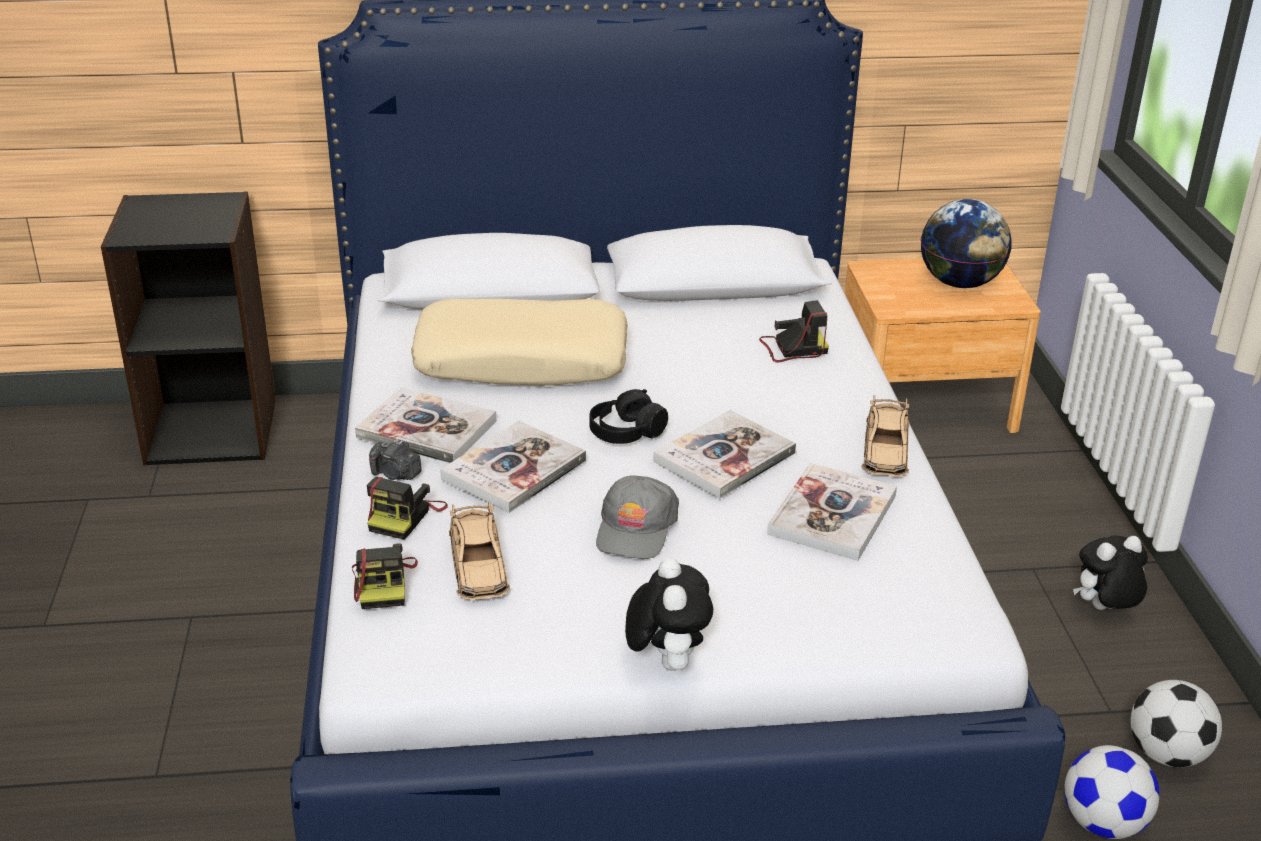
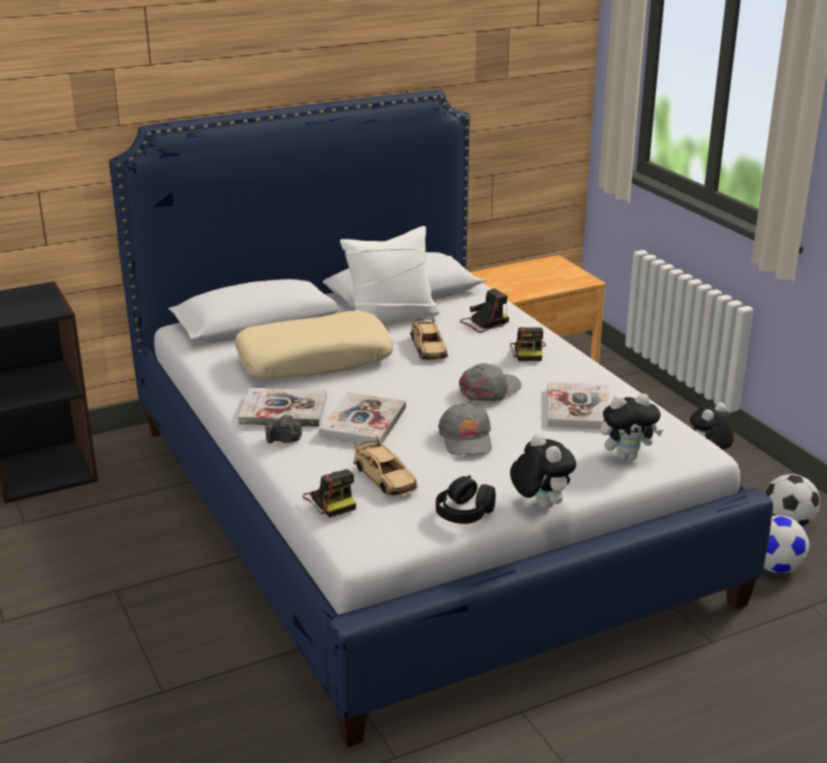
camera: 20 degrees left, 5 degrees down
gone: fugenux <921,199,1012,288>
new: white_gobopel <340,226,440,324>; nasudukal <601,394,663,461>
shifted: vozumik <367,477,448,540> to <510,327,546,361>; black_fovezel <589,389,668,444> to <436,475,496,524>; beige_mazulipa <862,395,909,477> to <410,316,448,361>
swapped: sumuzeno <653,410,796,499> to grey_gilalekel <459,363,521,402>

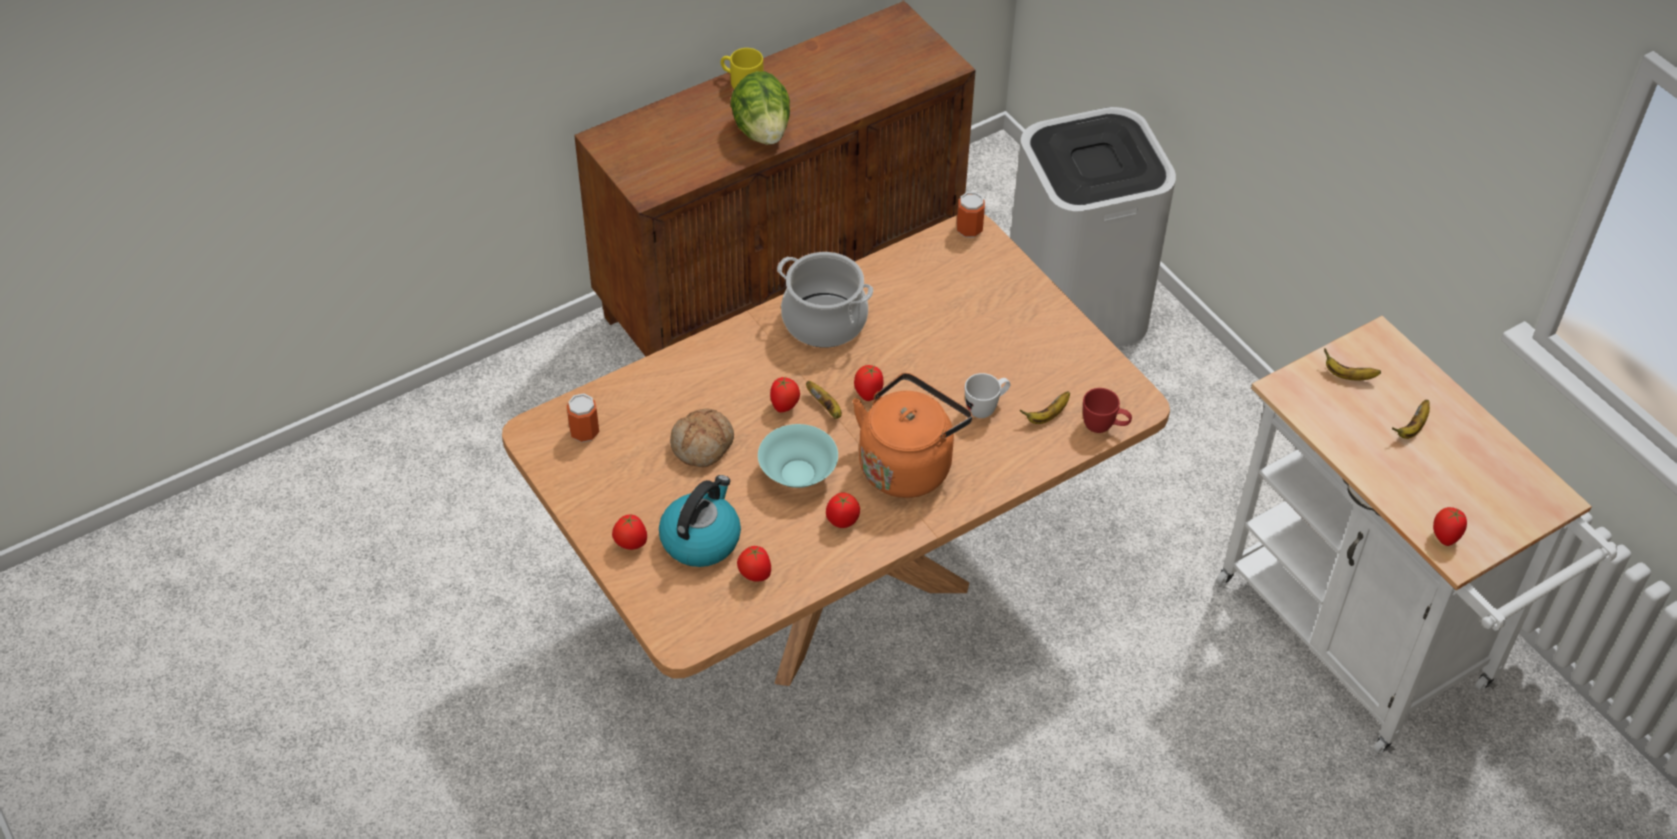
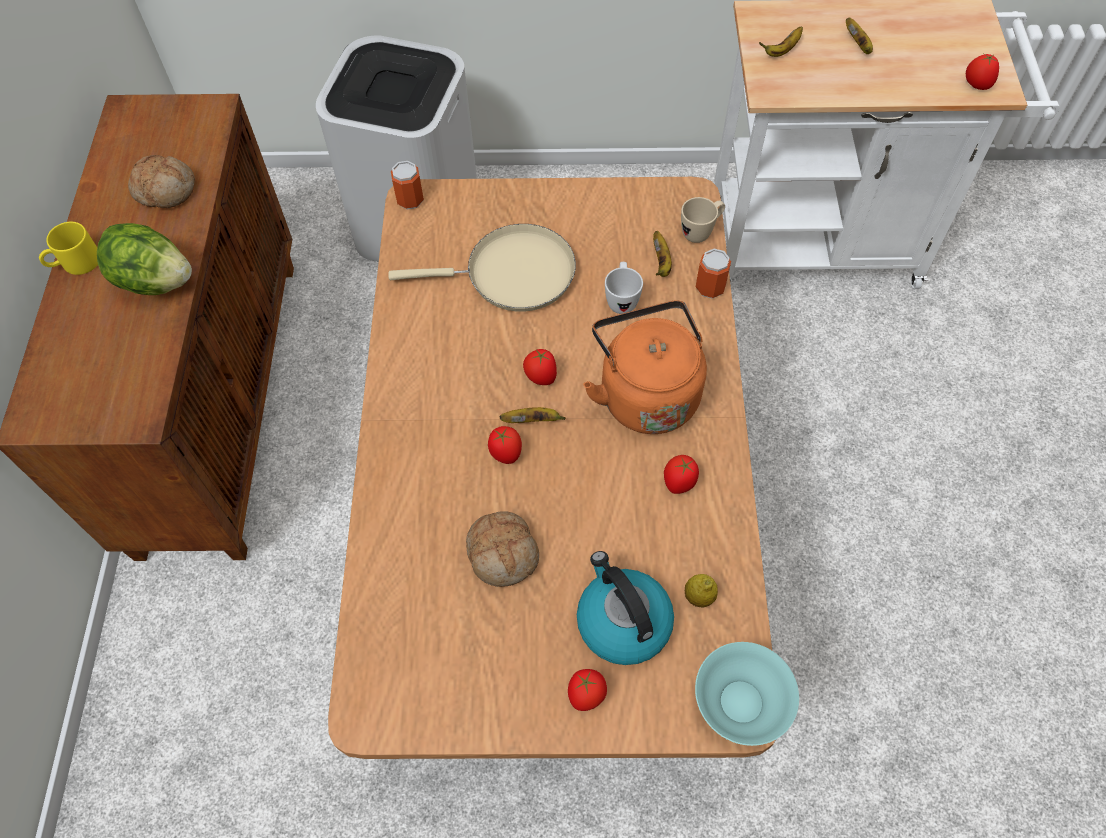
camera: 55 degrees left, 10 degrees up
gone: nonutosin <777,252,873,348>
new: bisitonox <128,155,195,208>; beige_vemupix <388,224,576,312>
shifted: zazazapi <566,393,599,442> to <696,249,731,298>; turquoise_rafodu <758,424,838,488> to <695,642,799,746>
swapped: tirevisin <737,546,771,582> to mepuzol <685,574,718,608>
repainted: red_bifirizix <1083,388,1132,433> to beige_bifirizix <681,197,725,243>

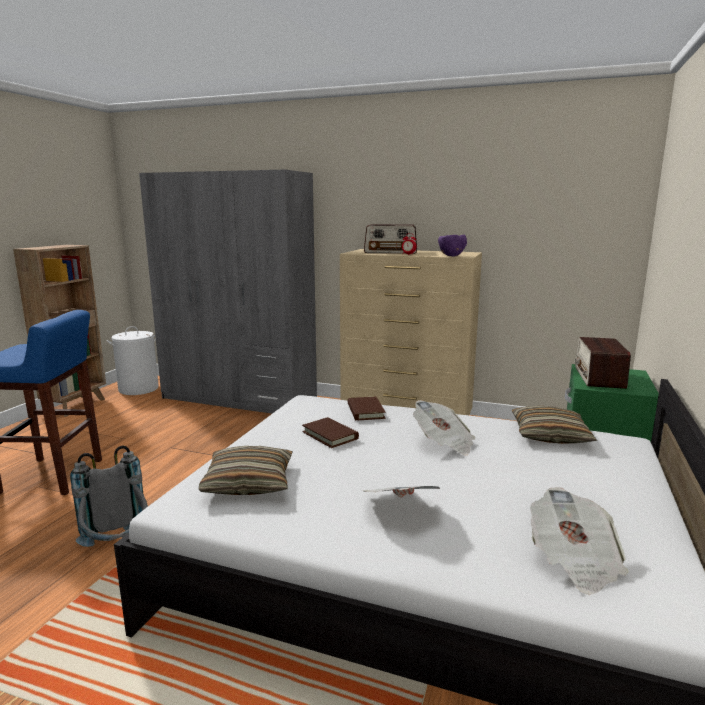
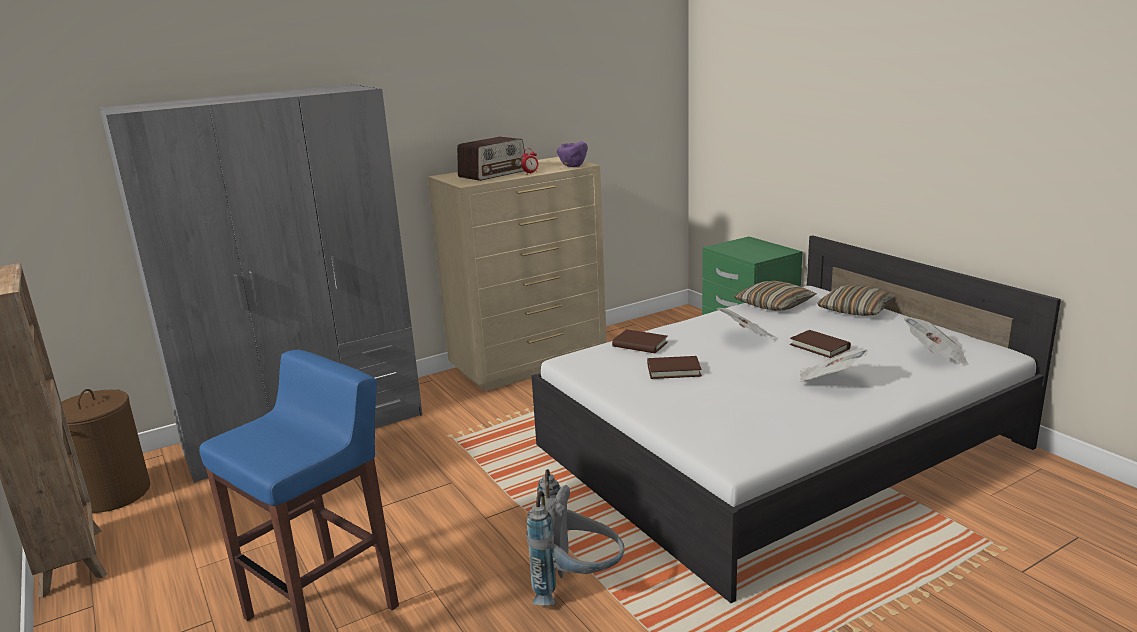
camera: 50 degrees left, 5 degrees up
gone: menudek <575,337,631,389>
new: brown_sumuzeno <790,330,851,358>
shifted: gobopel <198,446,293,495> to <817,285,896,316>
repainted: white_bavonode <107,326,159,395> to brown_bavonode <61,389,151,513>

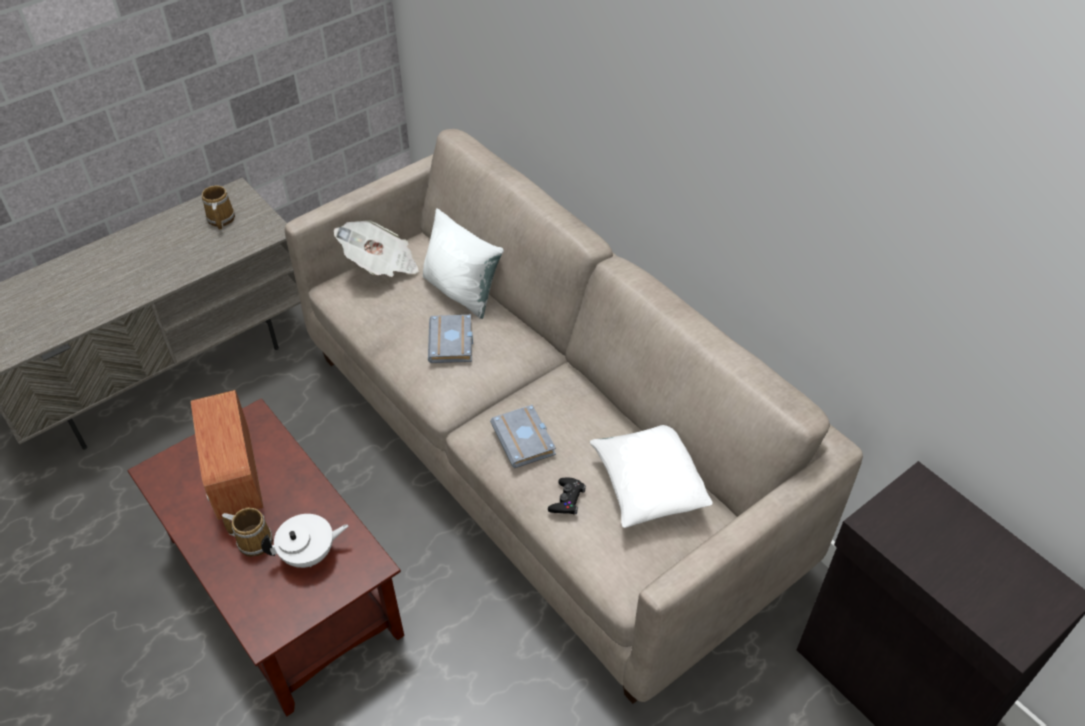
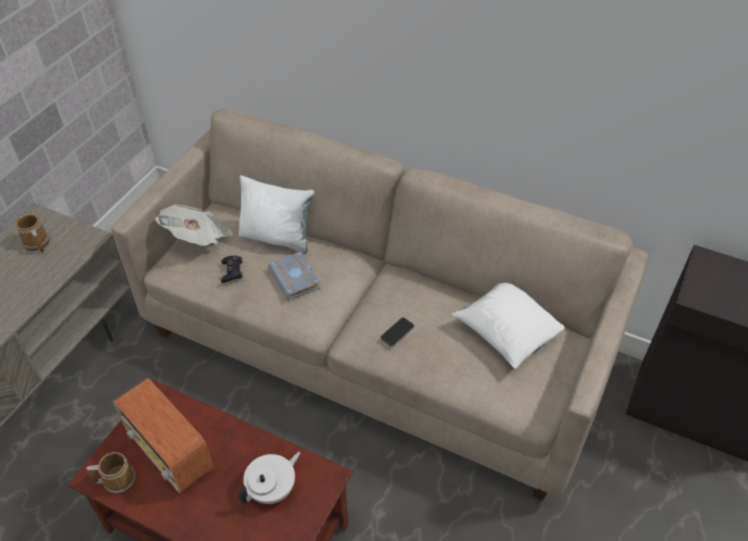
camera: 25 degrees left, 0 degrees up
shifted: bifirizix <222,508,273,557> to <86,452,136,495>; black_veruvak <548,478,586,514> to <221,256,243,283>
swapped: grey_sumuzeno <490,405,556,468> to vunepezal <380,317,414,347>

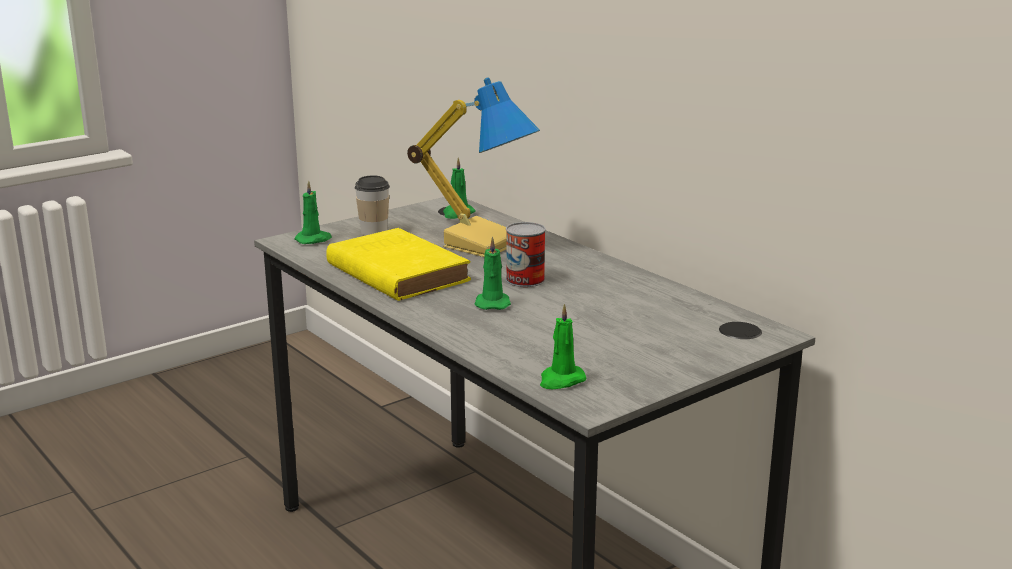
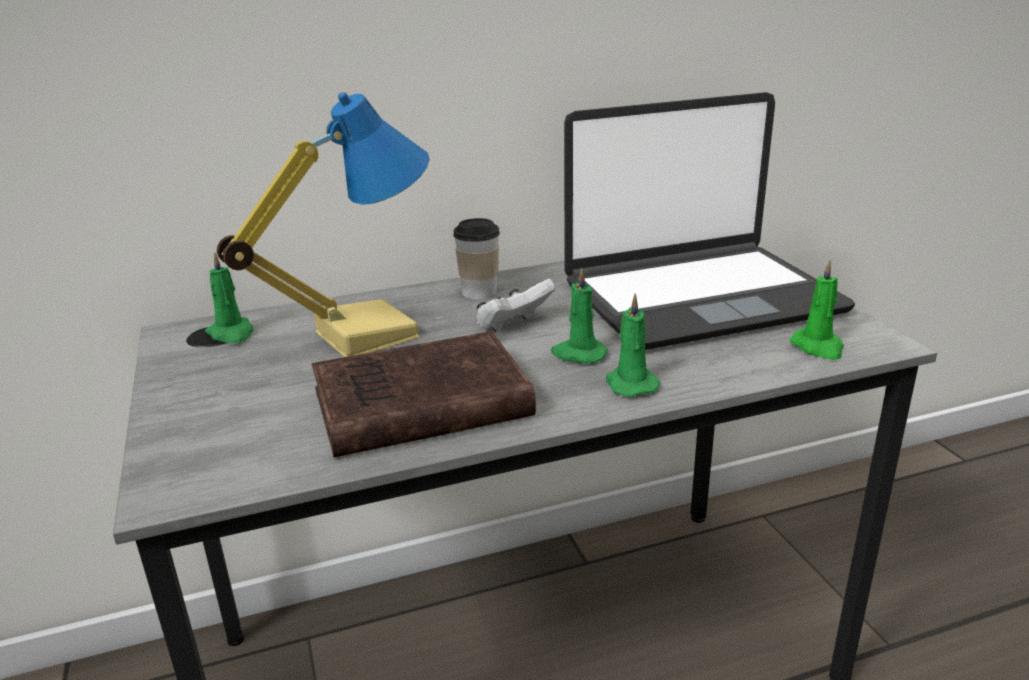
camera: 70 degrees left, 5 degrees up
new: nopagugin <564,92,855,350>
shifted: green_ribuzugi <295,181,332,244> to <606,293,660,397>; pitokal <355,175,390,236> to <453,218,500,299>
swapped: zazazapi <506,222,546,287> to white_veruvak <477,279,555,332>
repainted: yellow_sumuzeno <326,228,471,301> to brown_sumuzeno <312,331,536,457>

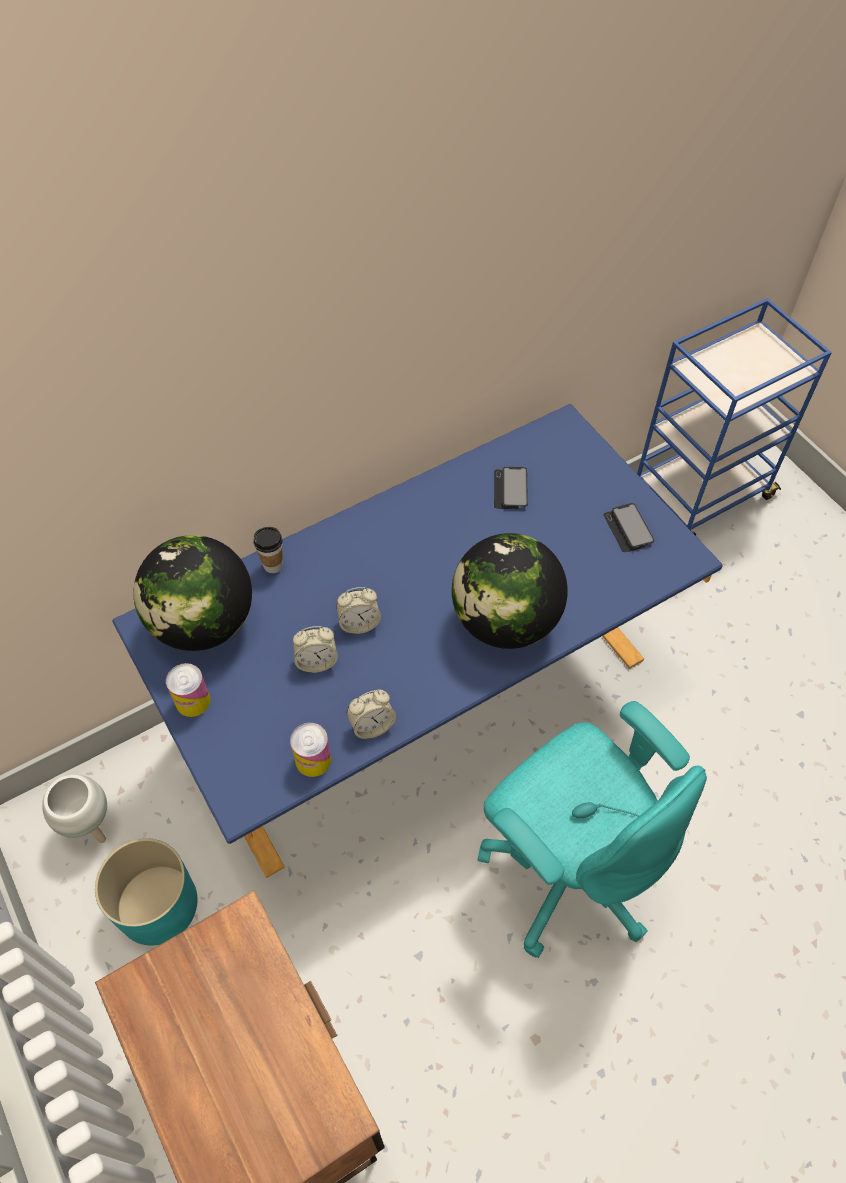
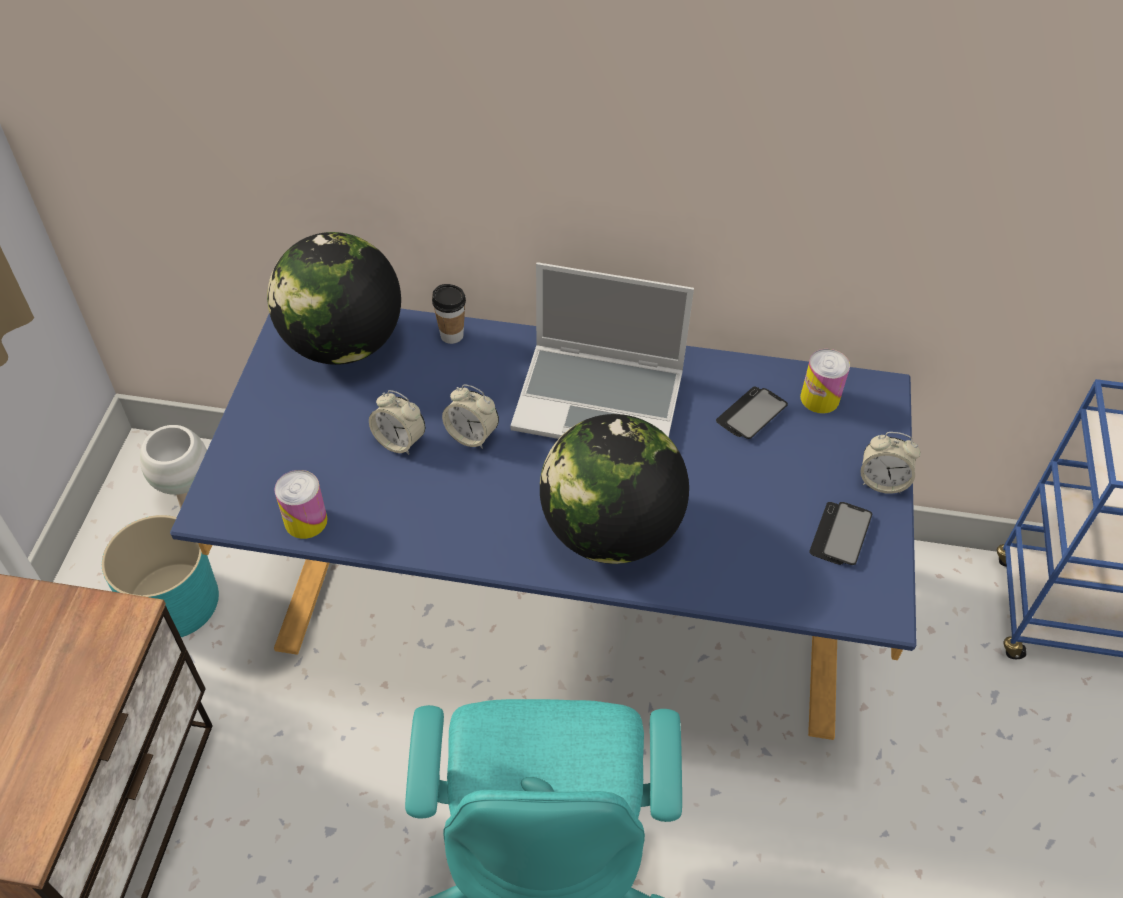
camera: 40 degrees right, 5 degrees down
new: nopagugin <510,262,694,439>
shifted: zazazapi <166,663,210,717> to <800,349,850,414>; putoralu <346,689,396,739> to <860,432,920,494>

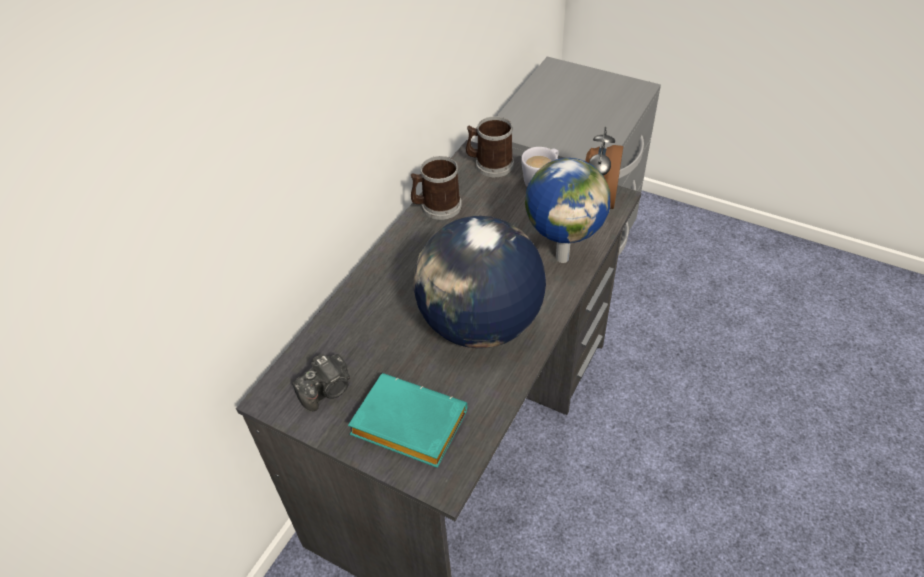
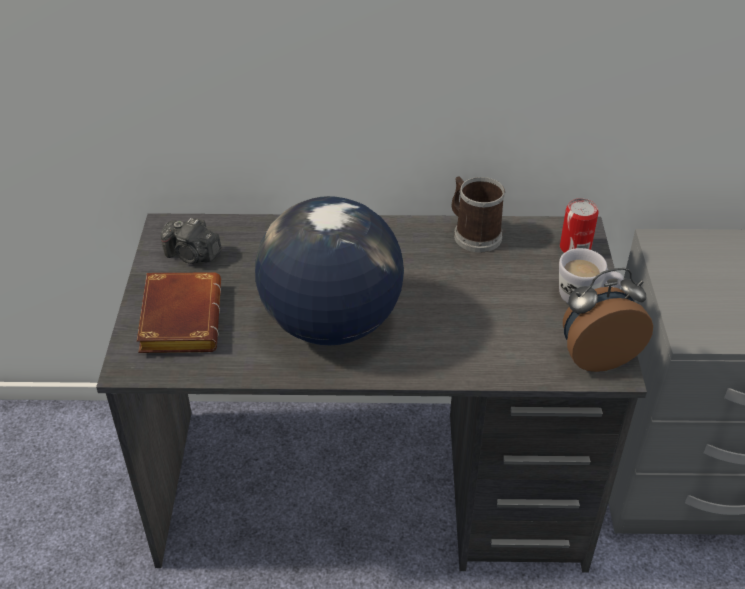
camera: 60 degrees right, 5 degrees down
gone: fugenux <525,158,610,263>
swapped: bifirizix <466,116,514,177> to zazazapi <560,198,599,253>
repainted: turquoise_sumuzeno <348,373,468,468> to brown_sumuzeno <137,272,221,353>

